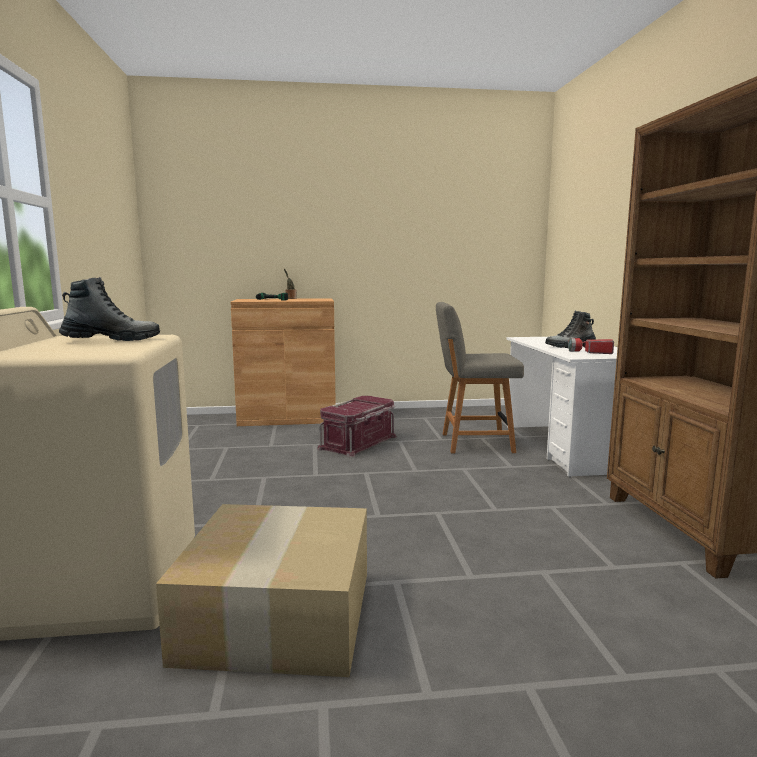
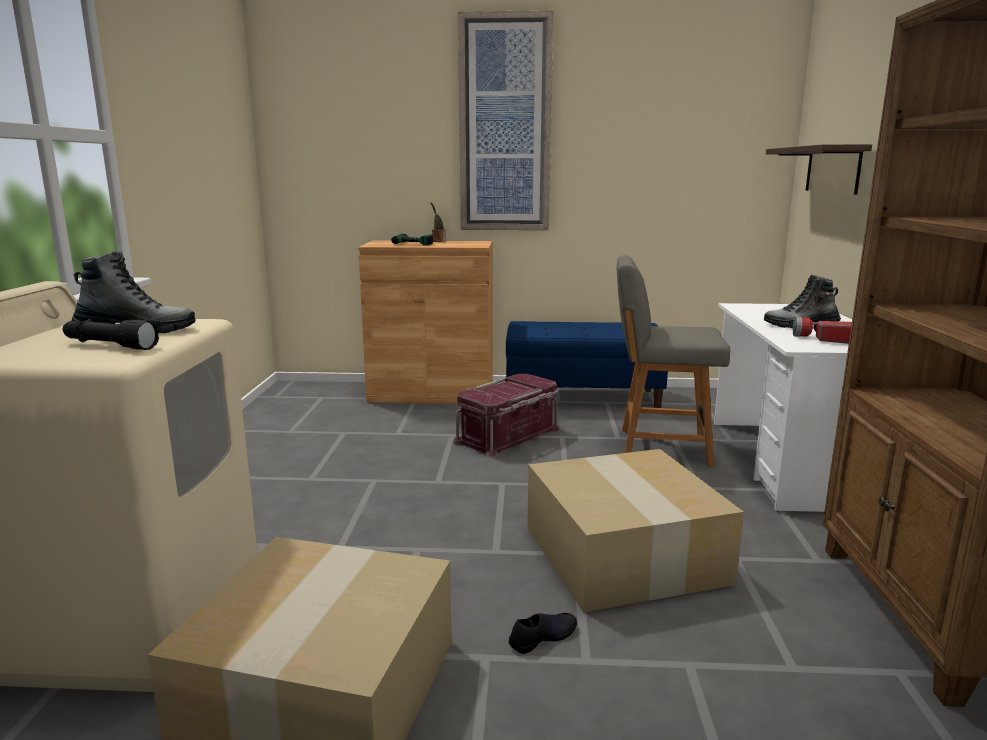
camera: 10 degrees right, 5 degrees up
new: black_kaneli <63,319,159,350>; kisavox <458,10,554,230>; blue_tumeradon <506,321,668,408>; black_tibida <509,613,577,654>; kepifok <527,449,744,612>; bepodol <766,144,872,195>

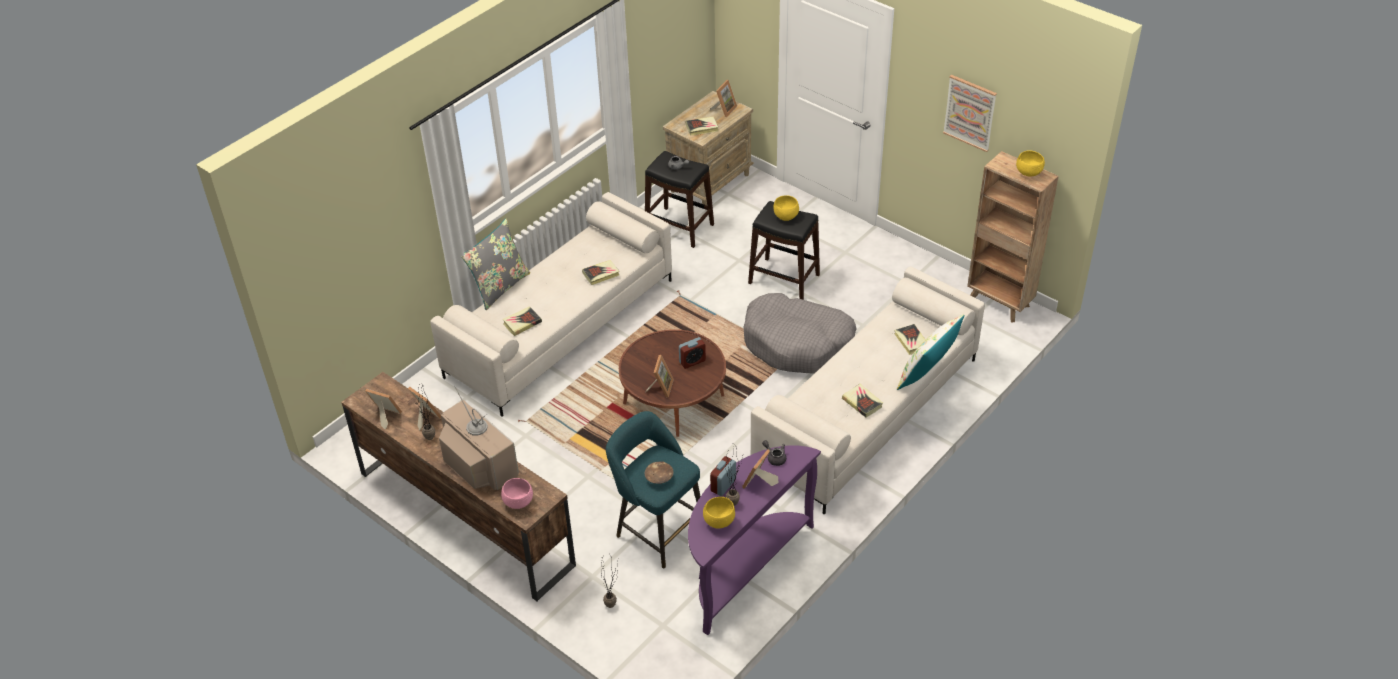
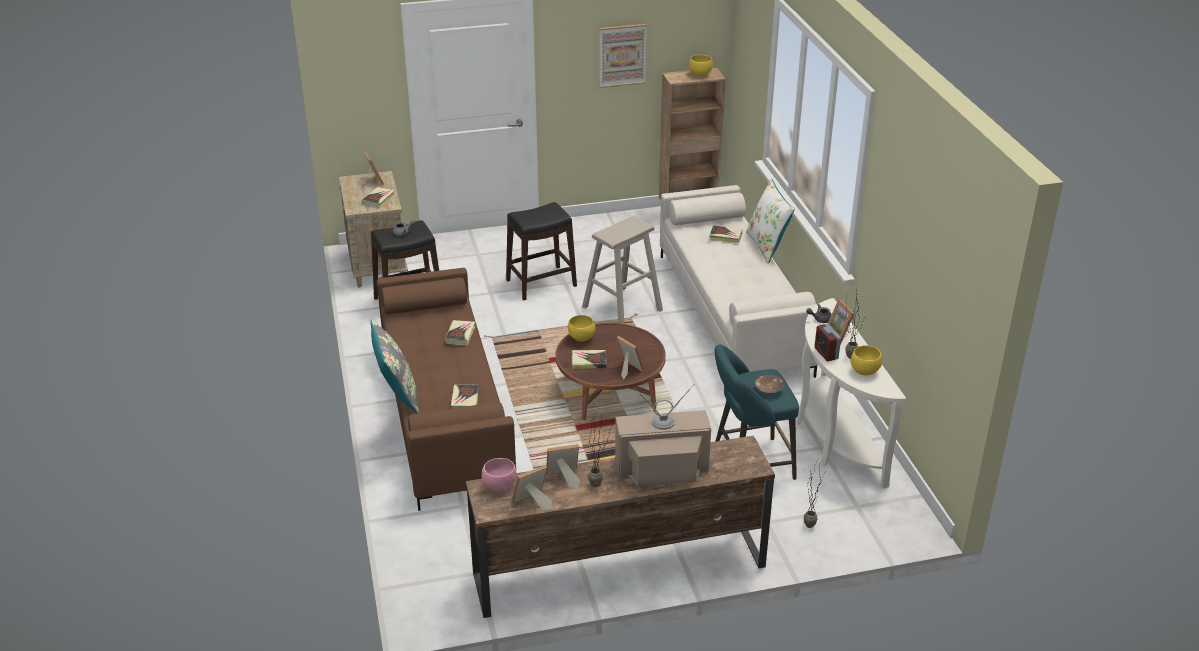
camera: 55 degrees left, 10 degrees down
gone: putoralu <679,337,706,369>
shifted: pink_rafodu <501,478,533,509> to <482,458,516,491>; yellow_rafodu <774,195,799,221> to <568,315,595,342>; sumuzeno <842,384,883,417> to <572,350,607,369>
swapped: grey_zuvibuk <744,293,857,374> to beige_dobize <582,216,663,324>
repainted: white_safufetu <430,192,672,417> to brown_safufetu <377,268,516,511>; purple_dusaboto <688,445,821,635> to white_dusaboto <797,298,906,488>

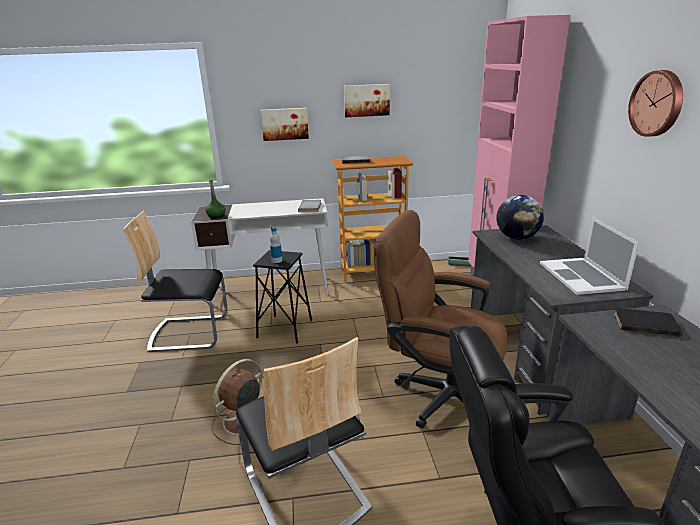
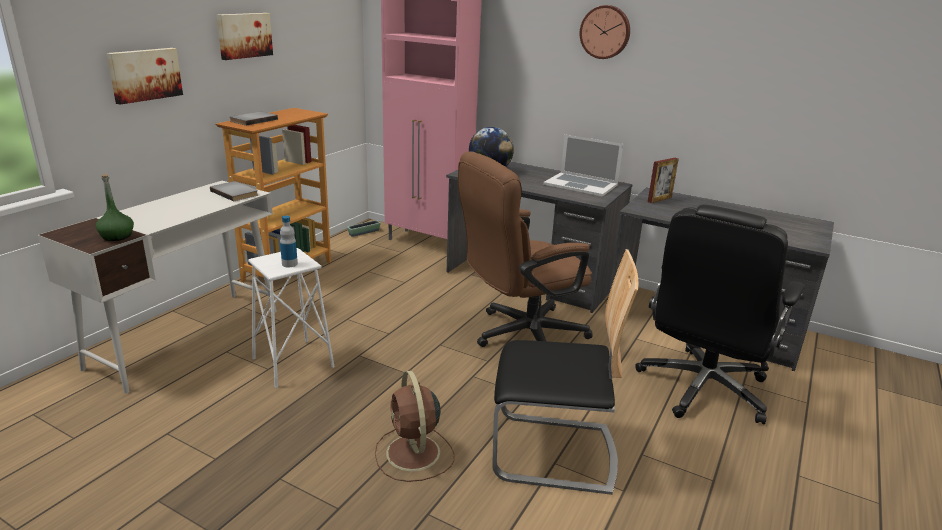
camera: 55 degrees left, 0 degrees up
gone: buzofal <123,211,228,352>
swapped: black_sumuzeno <614,308,682,337> to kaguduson <648,158,679,203>
repainted: black_dobize <253,250,312,344> to white_dobize <248,248,335,388>

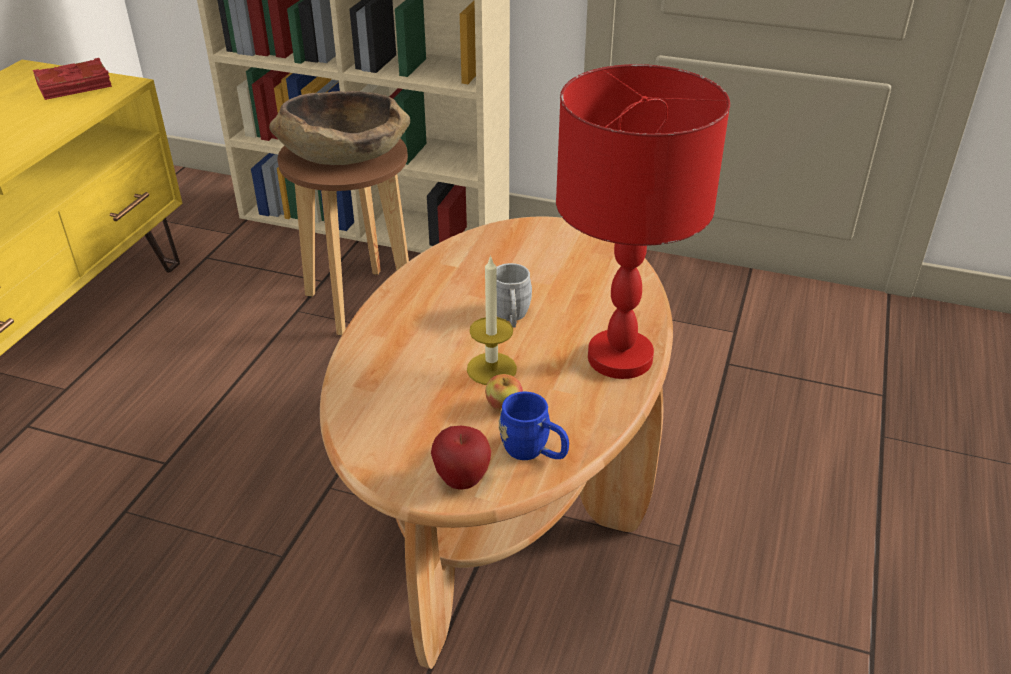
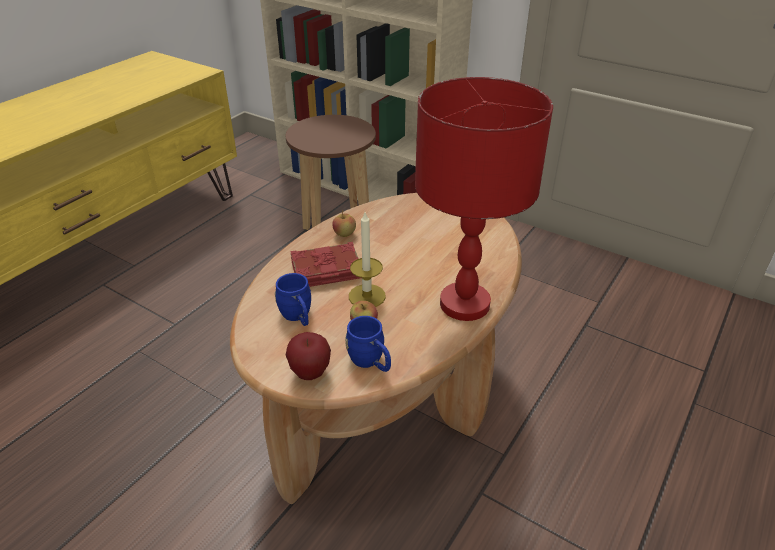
camera: 15 degrees right, 0 degrees up
gone: brown_rafodu <269,91,410,165>; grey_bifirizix <496,263,532,327>
new: blue_bifirizix <275,273,311,326>; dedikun <332,210,356,237>
shifted: red_sumuzeno <33,58,112,100> to <290,242,361,287>

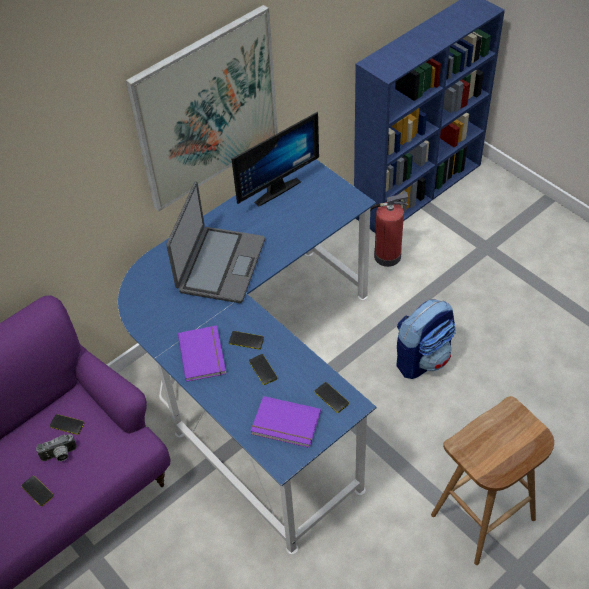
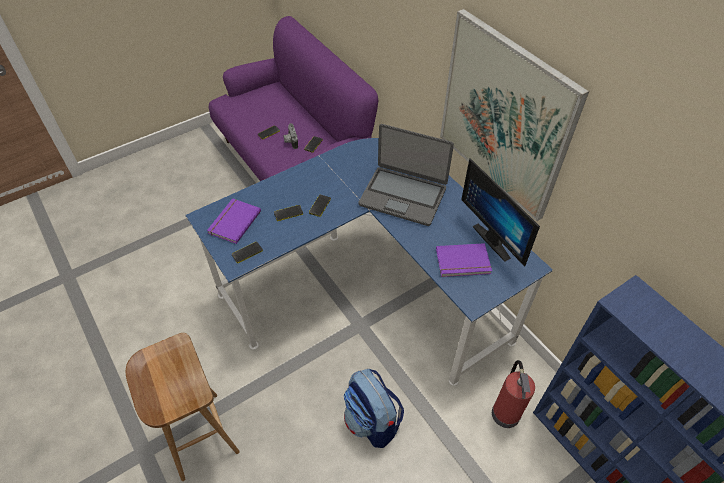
camera: 95 degrees right, 0 degrees up
shifted: purple_sumuzeno <178,326,226,382> to <436,243,492,277>

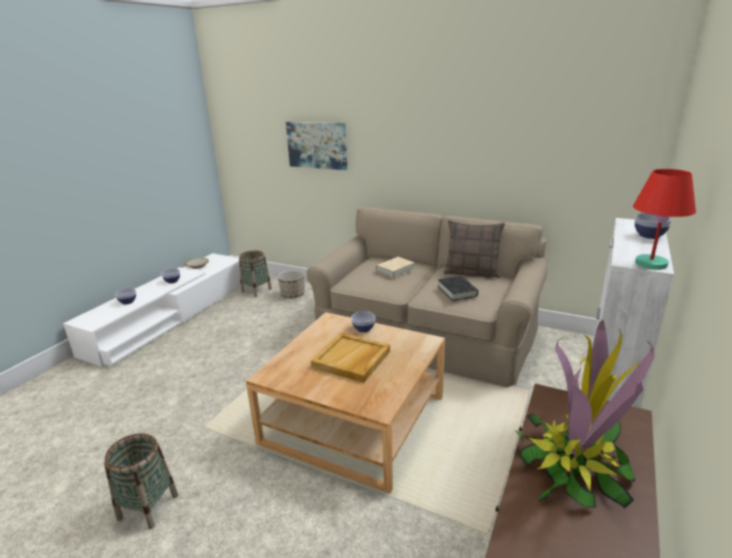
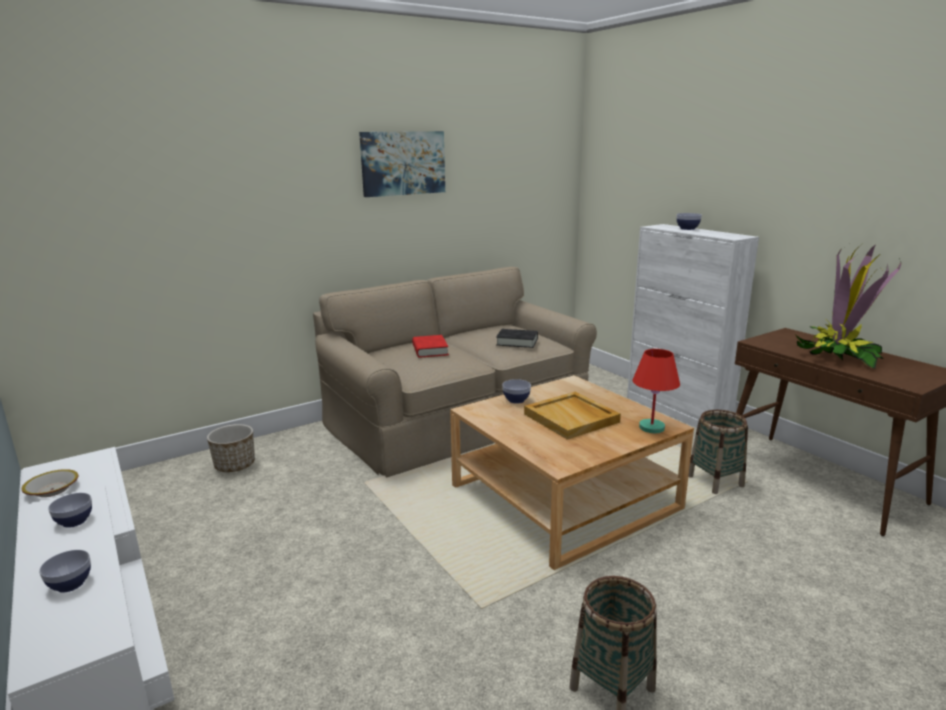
camera: 60 degrees left, 5 degrees down
gone: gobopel <444,220,505,278>
shifted: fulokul <239,251,272,297> to <688,410,748,494>; kisavox <286,122,348,170> to <359,131,445,197>; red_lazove <633,169,696,270> to <632,349,680,433>
repainted: beige_sumuzeno <376,257,415,279> to red_sumuzeno <412,335,449,358>

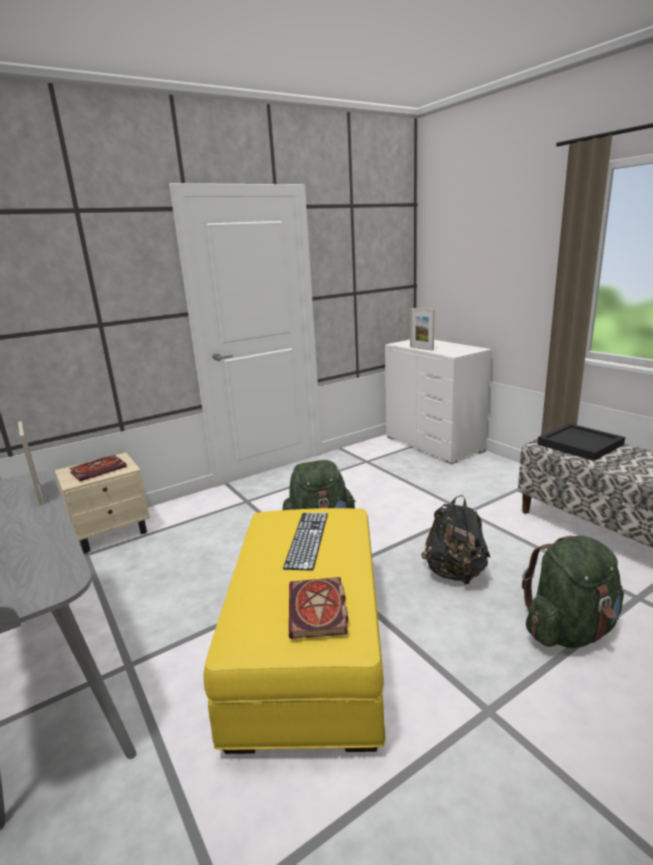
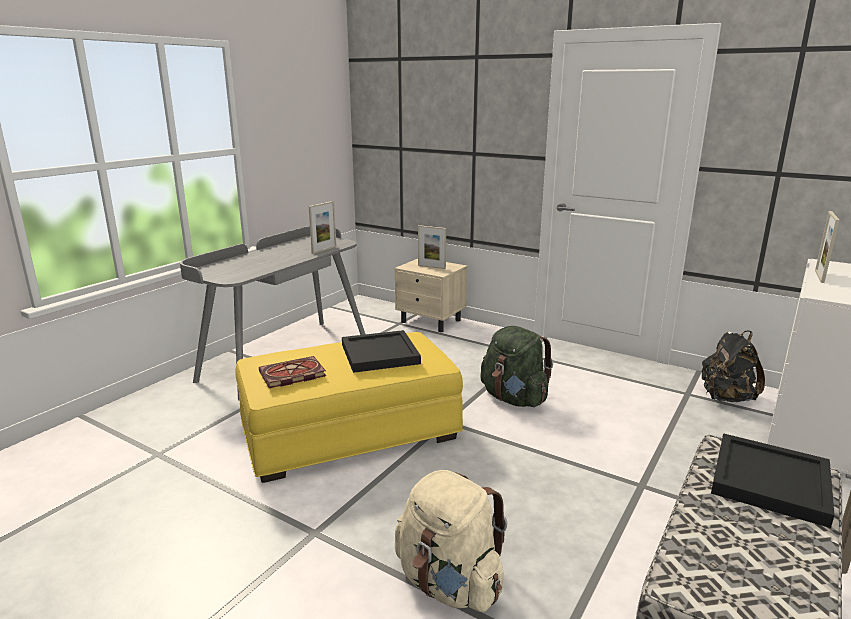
camera: 65 degrees right, 0 degrees up
shifted: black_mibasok <421,495,490,585> to <702,330,765,402>
swapped: sumuzeno <69,455,127,481> to kaguduson <418,225,446,269>; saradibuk <283,512,328,571> to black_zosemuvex <342,330,421,373>
repainted: green_mibasok <522,536,624,648> to beige_mibasok <395,470,507,612>

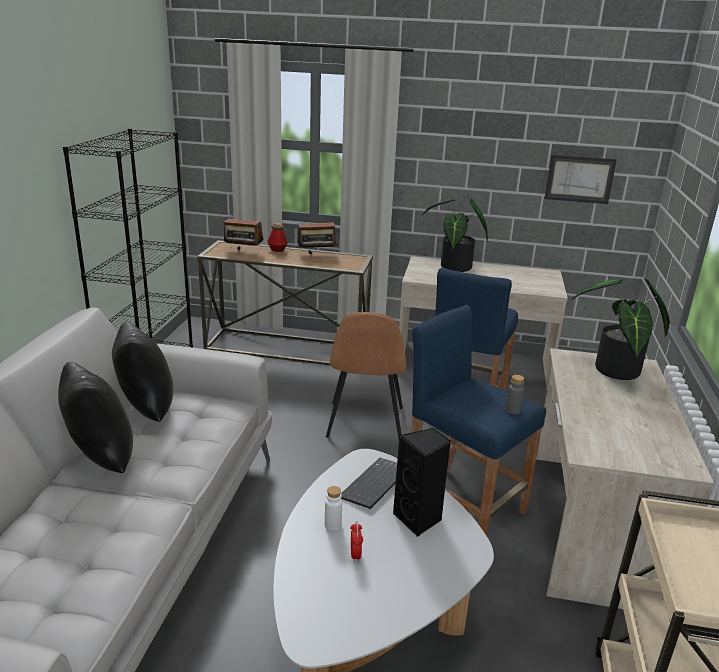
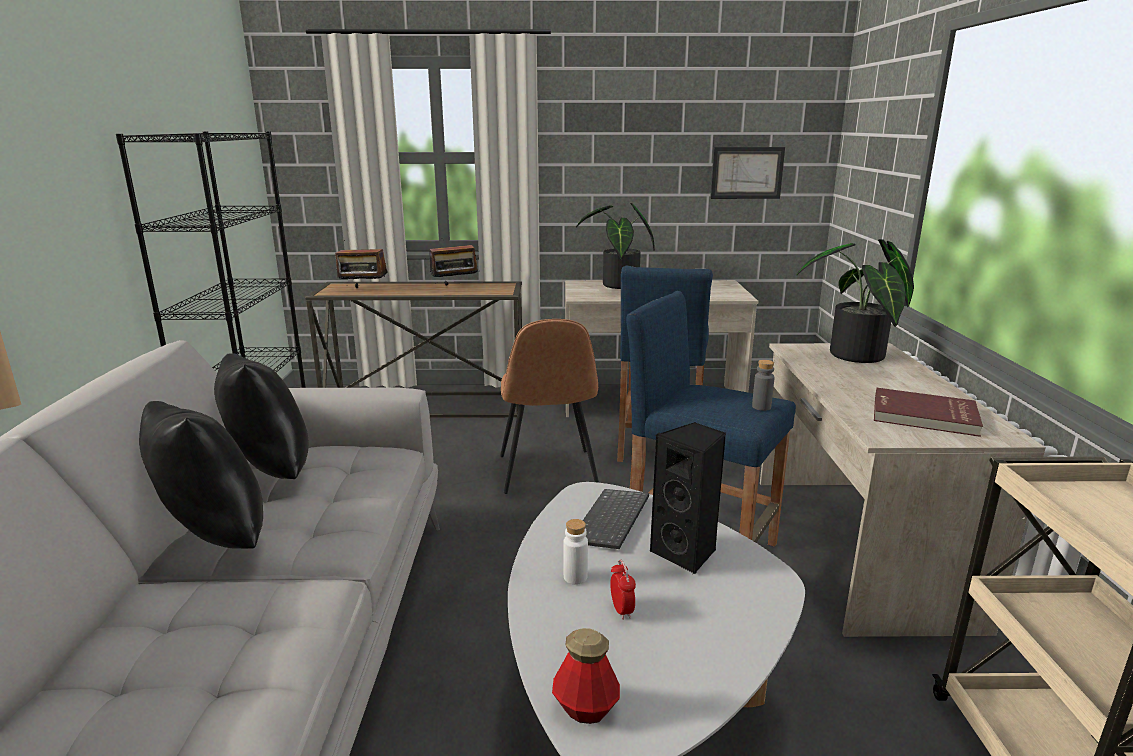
camera: 10 degrees left, 5 degrees down
new: red_sumuzeno <874,388,983,437>
shifted: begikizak <267,223,288,252> to <552,628,620,724>

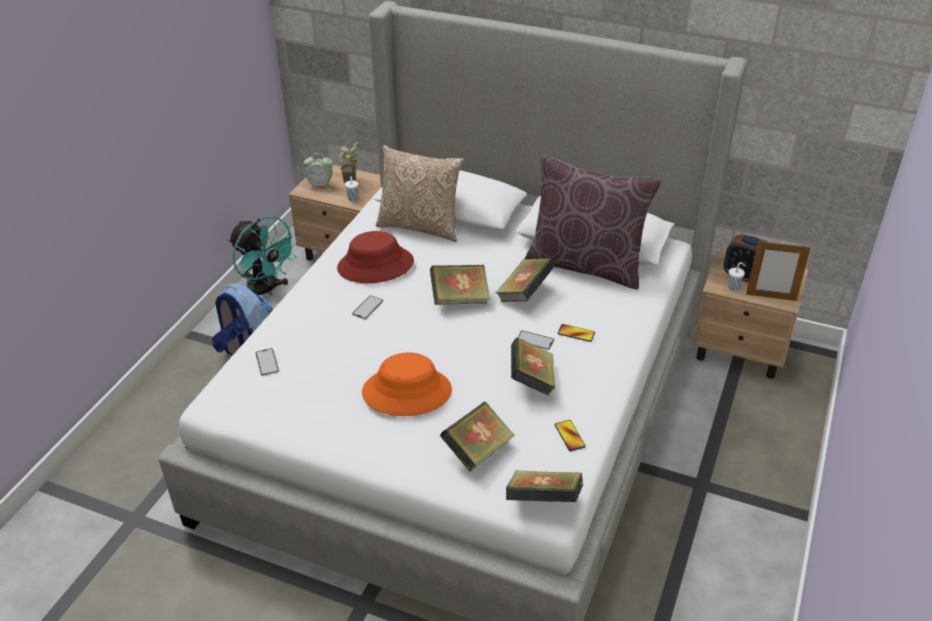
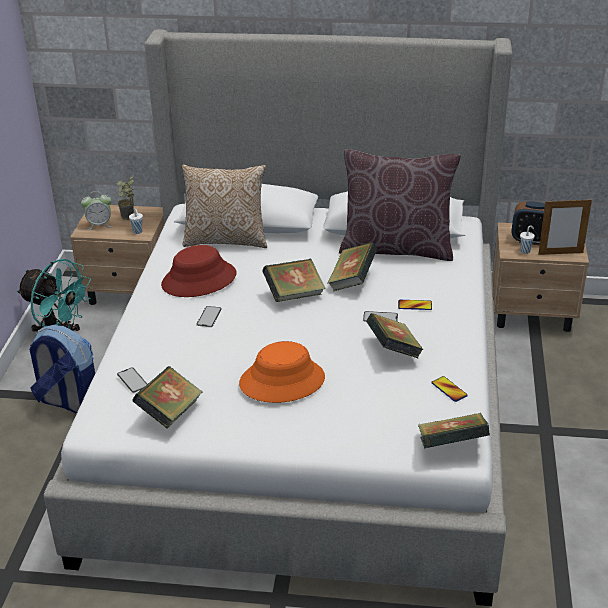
camera: 15 degrees left, 5 degrees down
shifted: sumuzeno <440,402,515,471> to <132,366,203,428>

